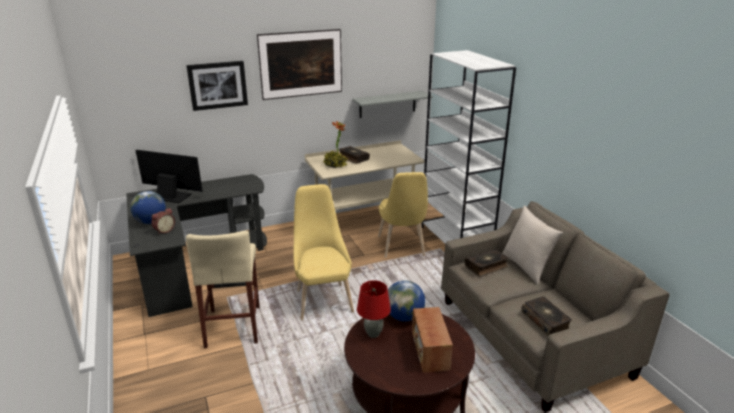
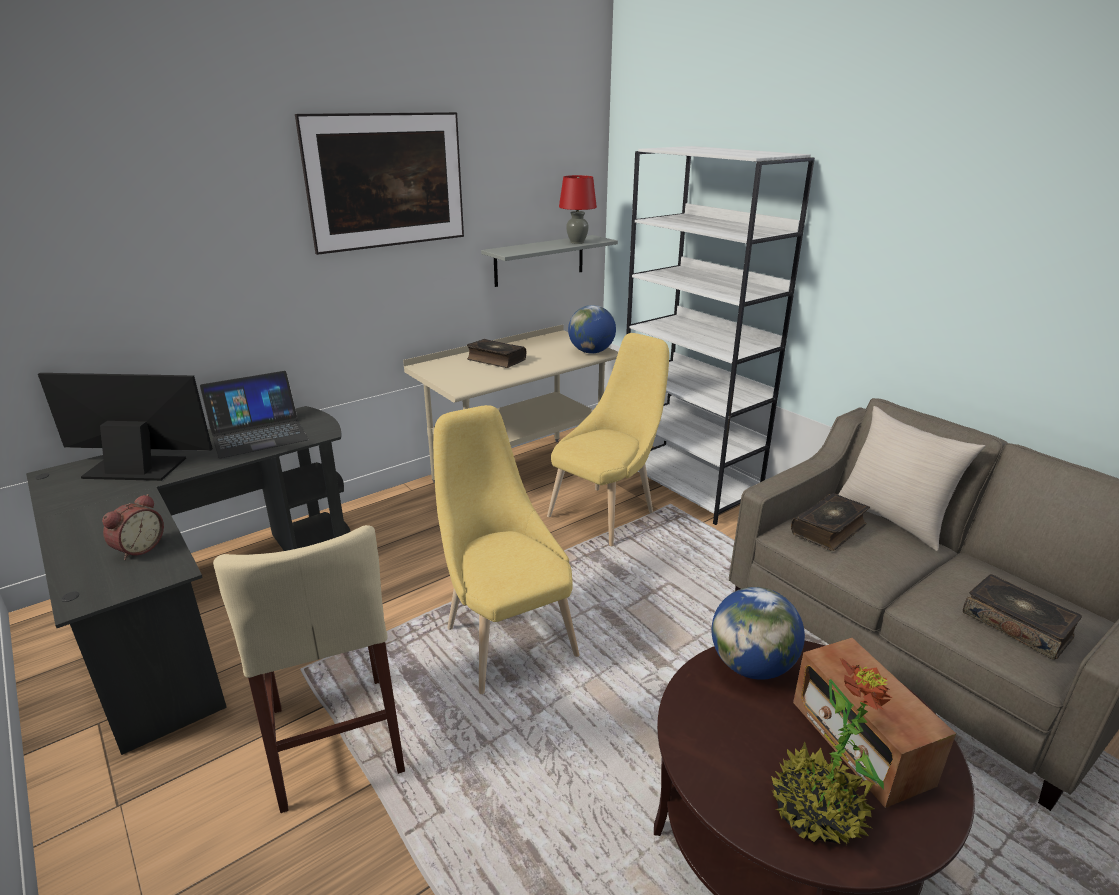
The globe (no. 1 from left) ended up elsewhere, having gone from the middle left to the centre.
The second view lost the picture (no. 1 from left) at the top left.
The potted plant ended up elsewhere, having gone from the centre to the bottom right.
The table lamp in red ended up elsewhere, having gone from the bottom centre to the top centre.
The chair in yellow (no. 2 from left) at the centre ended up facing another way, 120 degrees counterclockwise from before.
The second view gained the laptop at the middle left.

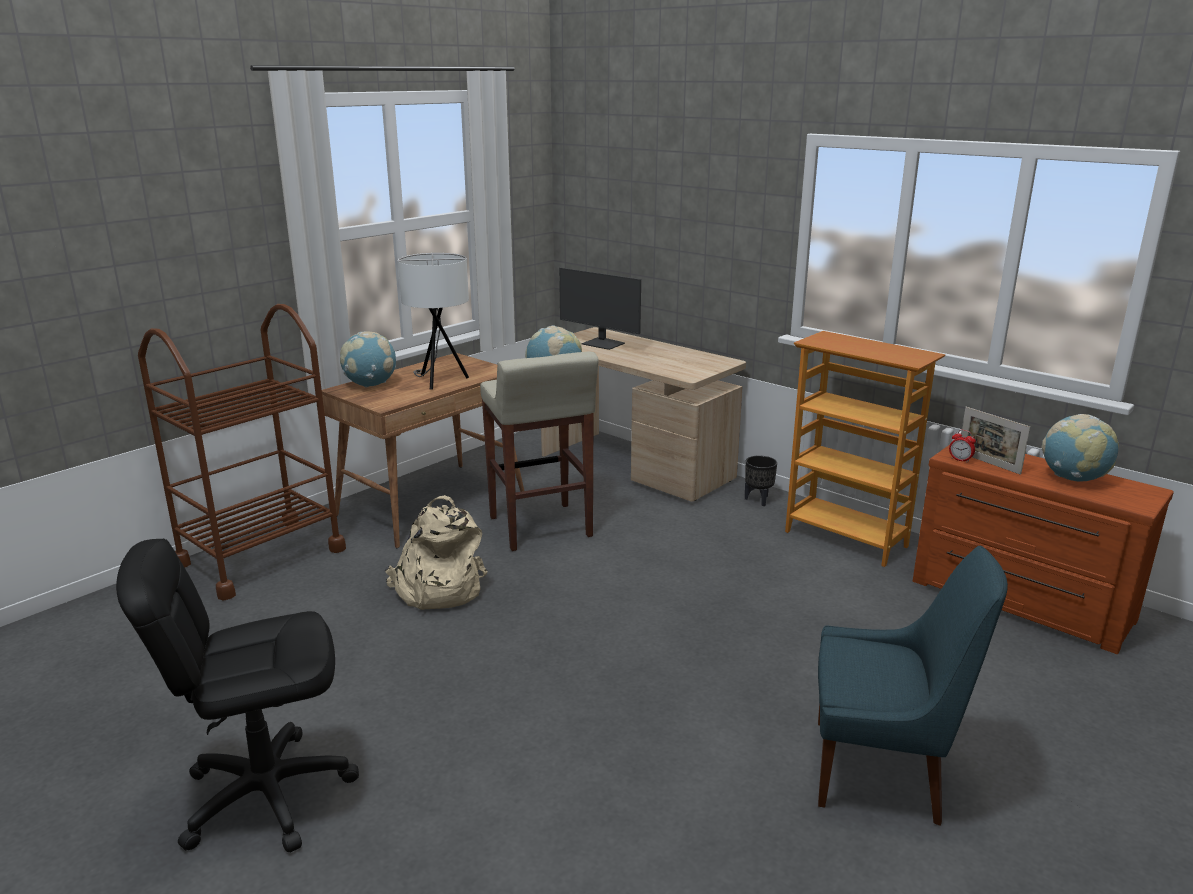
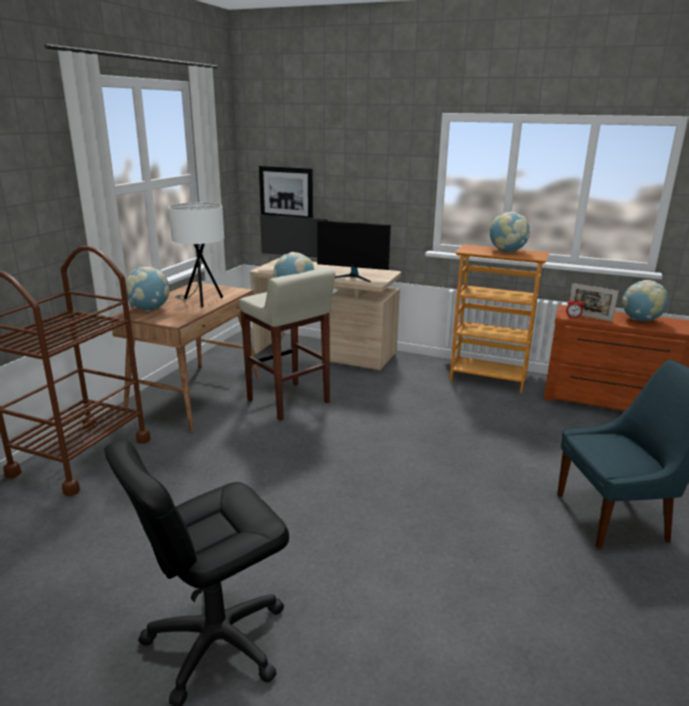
The second view lost the backpack in beige at the centre.
The second view lost the planter in black at the centre.
The second view gained the picture at the top centre.
The second view gained the monitor (no. 2 from left) at the centre.
The second view gained the globe (no. 3 from left) at the top right.

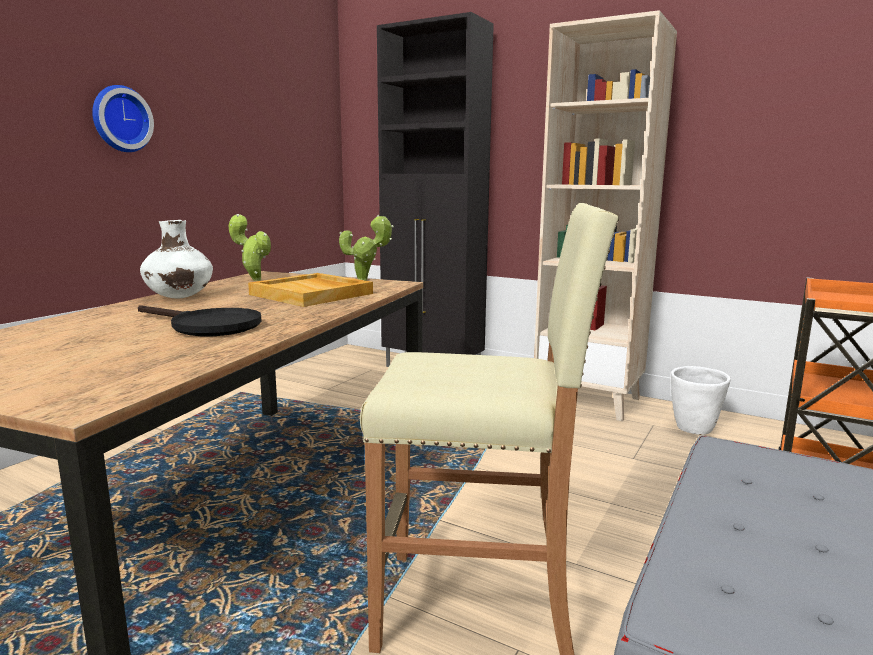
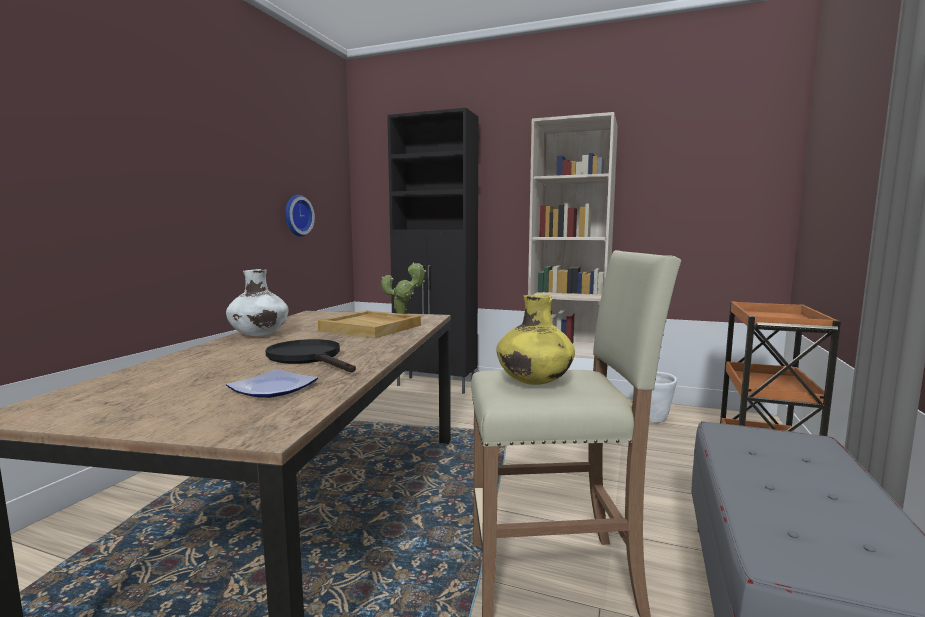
The wall clock ended up elsewhere, having gone from the top left to the middle left.
The frying pan in black at the middle left ended up facing another way, 150 degrees counterclockwise from before.
The second view lost the potted plant (no. 1 from left) at the middle left.
The second view gained the plate at the middle left.
The second view gained the vase in yellow at the centre.

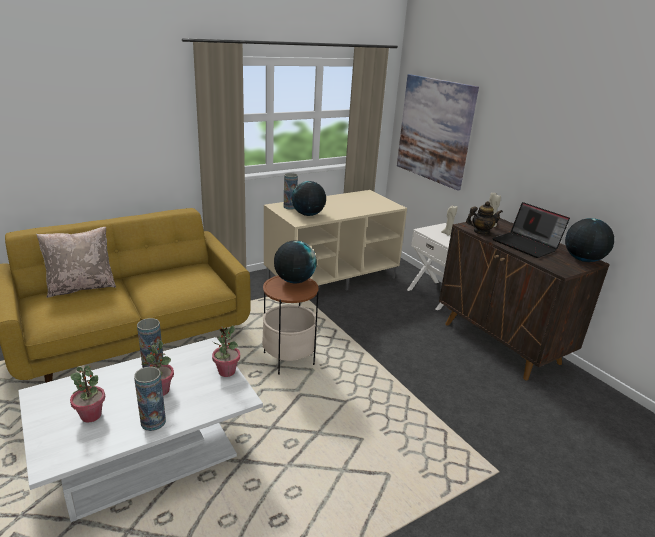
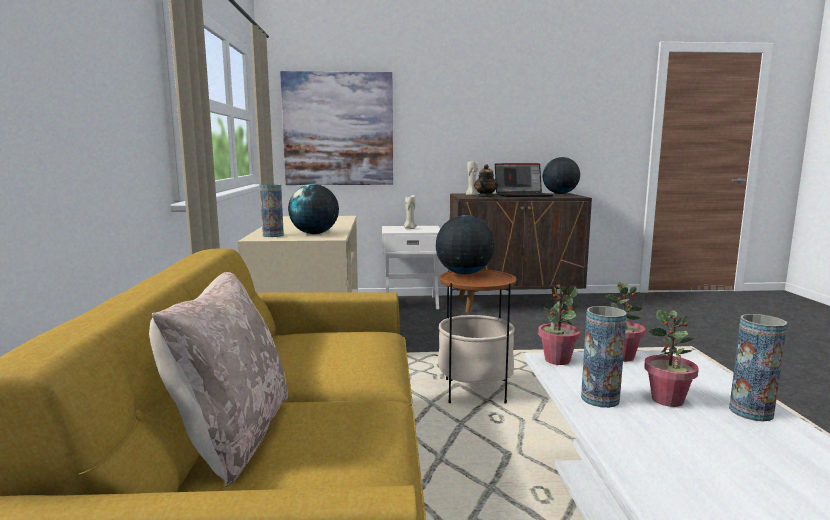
The potted plant (no. 1 from left) ended up elsewhere, having gone from the bottom left to the middle right.

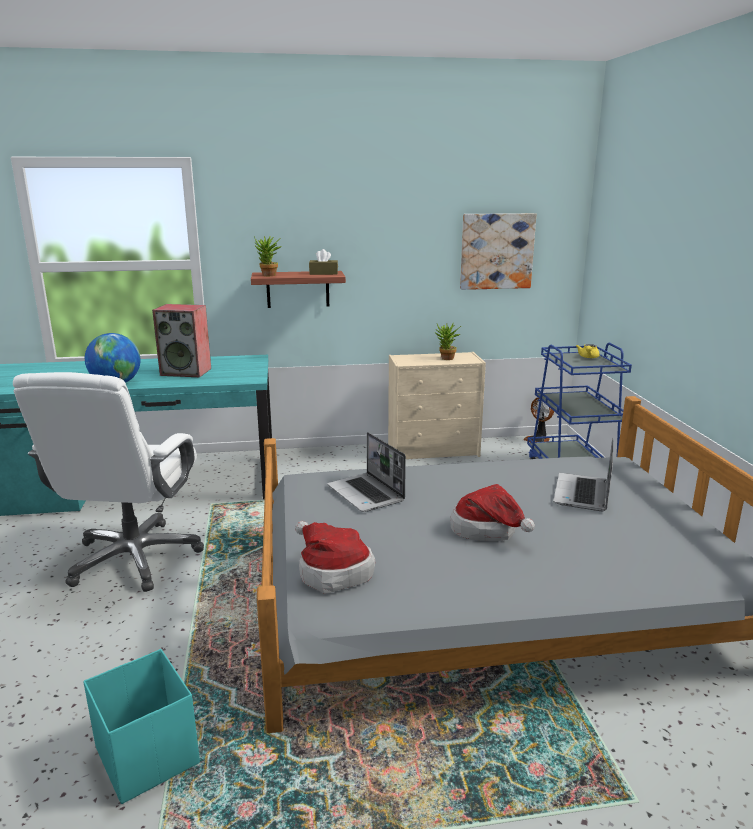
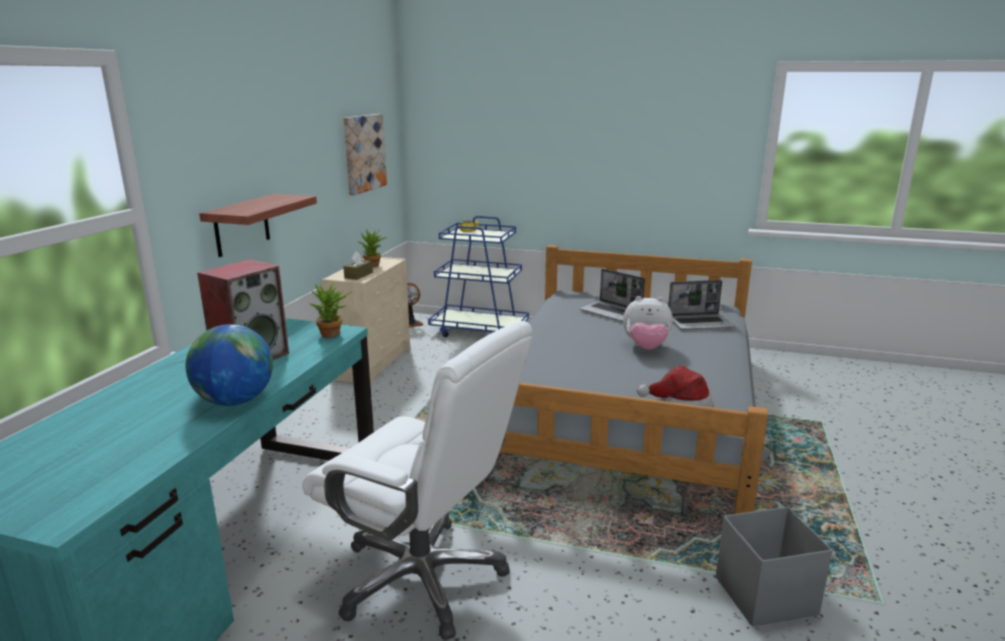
What was the storage box in turquoise at the bottom left turned into the storage box in grey at the bottom right.
The potted plant (no. 1 from left) ended up elsewhere, having gone from the top centre to the middle left.
The tissue box in brown ended up elsewhere, having gone from the top centre to the centre.
The laptop (no. 1 from left in the first image) ended up elsewhere, having gone from the centre to the middle right.
Where the hat (no. 2 from left) stood at the centre, the plush toy came to stand at the centre.

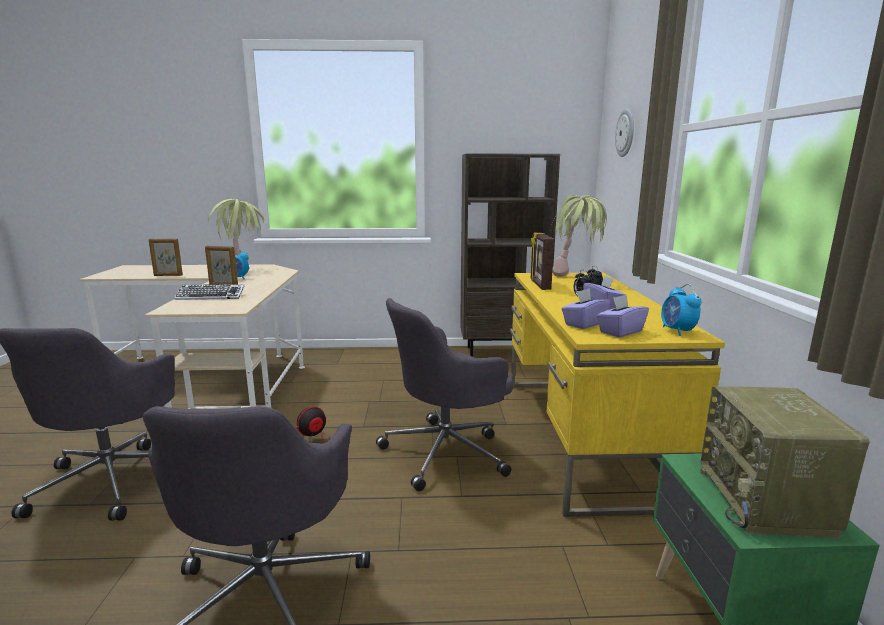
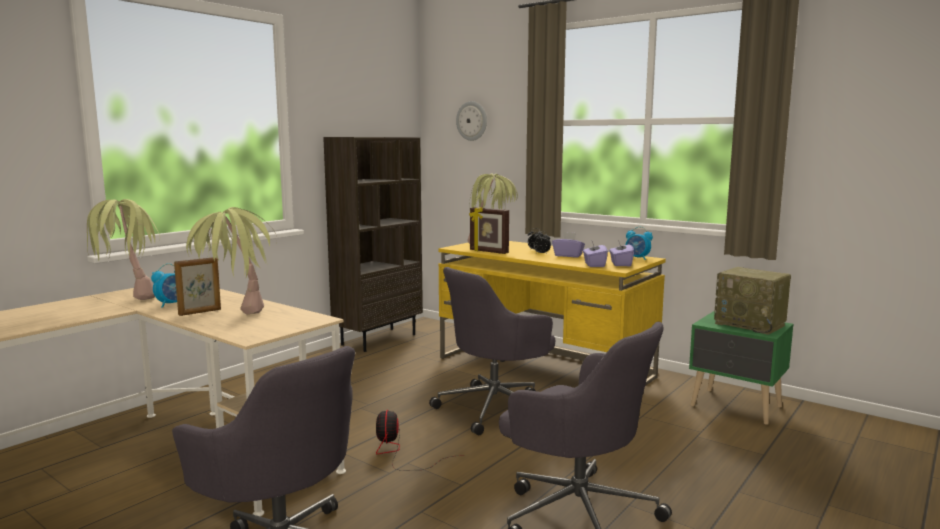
The second view lost the picture frame (no. 1 from left) at the middle left.
Where the keyboard stood at the middle left, the potted plant (no. 2 from left) came to stand at the middle left.
The office chair in grey (no. 3 from left in the first image) at the centre ended up facing another way, 45 degrees clockwise from before.

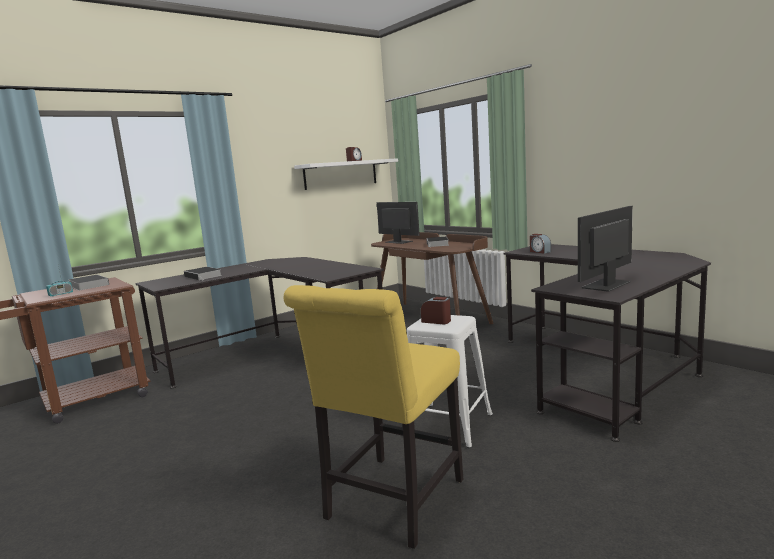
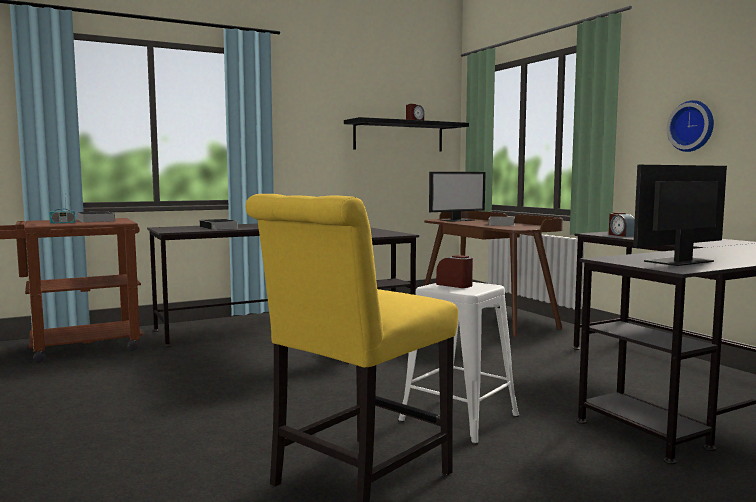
What was the shelf in white at the top centre turned into the shelf in black at the top centre.
The monitor (no. 1 from left) at the centre ended up facing another way, 90 degrees clockwise from before.
The second view gained the wall clock at the top right.

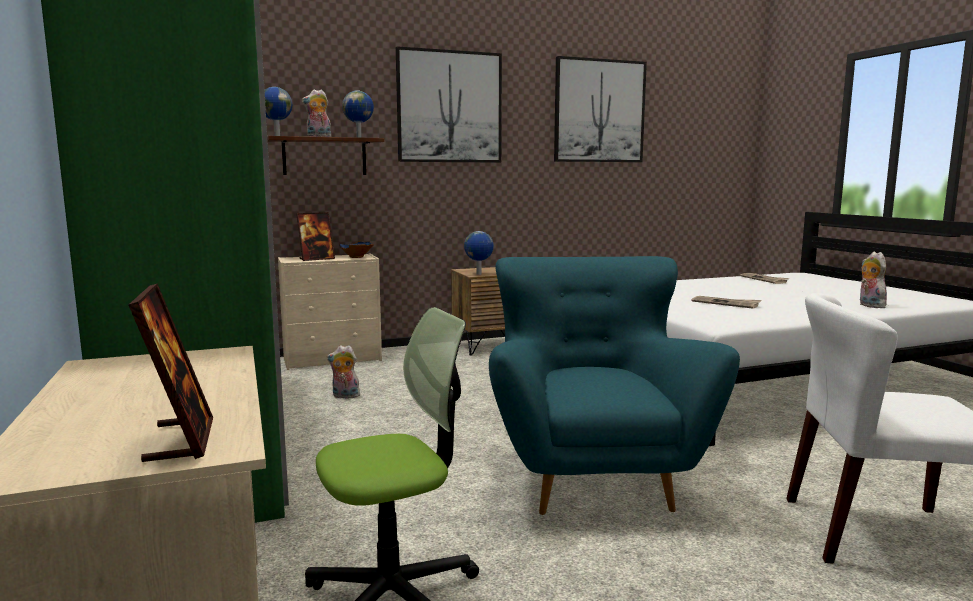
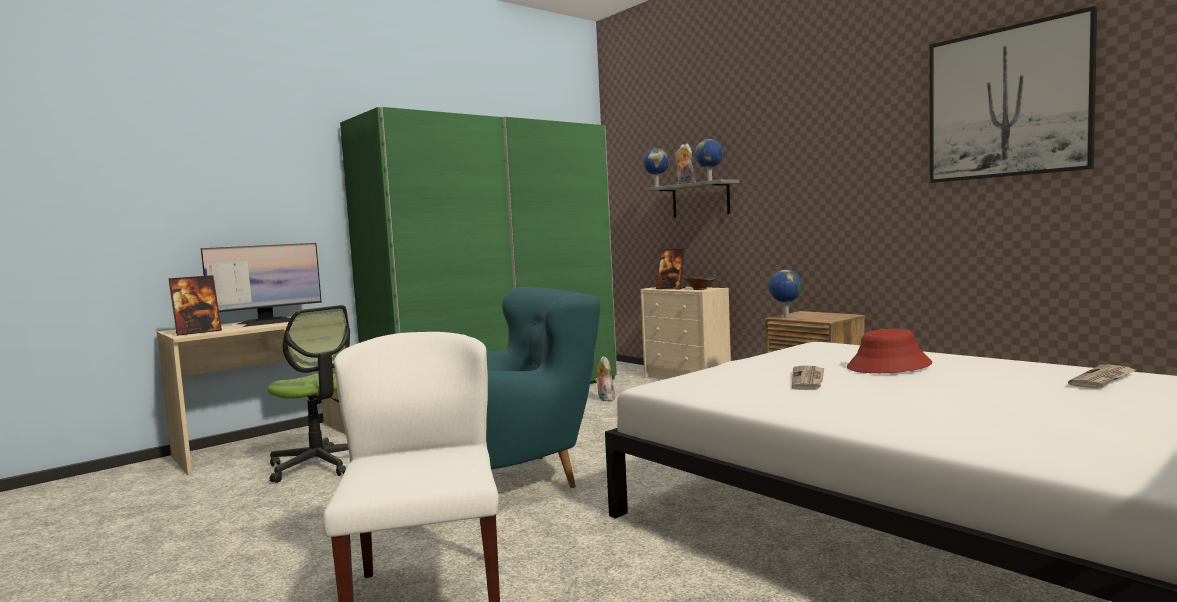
What was the shelf in brown at the top centre turned into the shelf in grey at the top centre.
The second view lost the picture (no. 1 from left) at the top centre.
The second view lost the plush toy (no. 3 from left) at the middle right.
The second view gained the monitor at the middle left.
The second view gained the hat in red at the middle right.

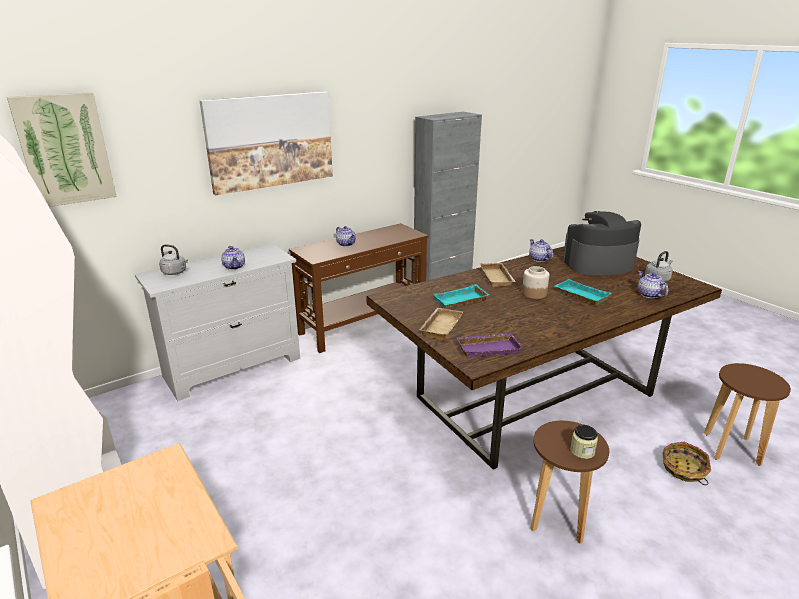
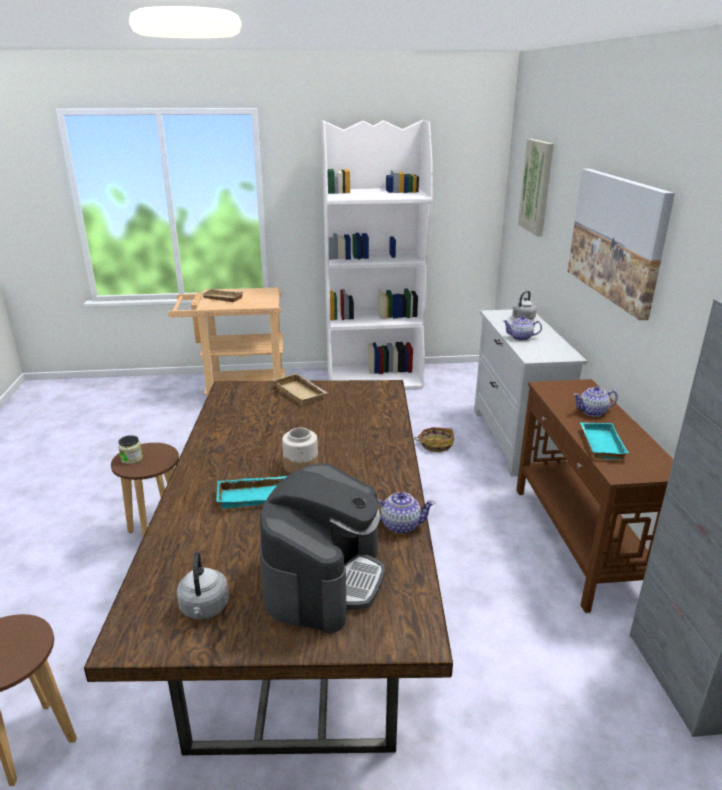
The tray in turquoise (no. 1 from left in the first image) ended up elsewhere, having gone from the centre to the middle right.
The second view lost the tray in purple at the centre.
The tray in beige (no. 2 from left in the first image) ended up elsewhere, having gone from the centre to the middle left.
The second view lost the teapot (no. 4 from left) at the middle right.
The basket ended up elsewhere, having gone from the bottom right to the centre.

